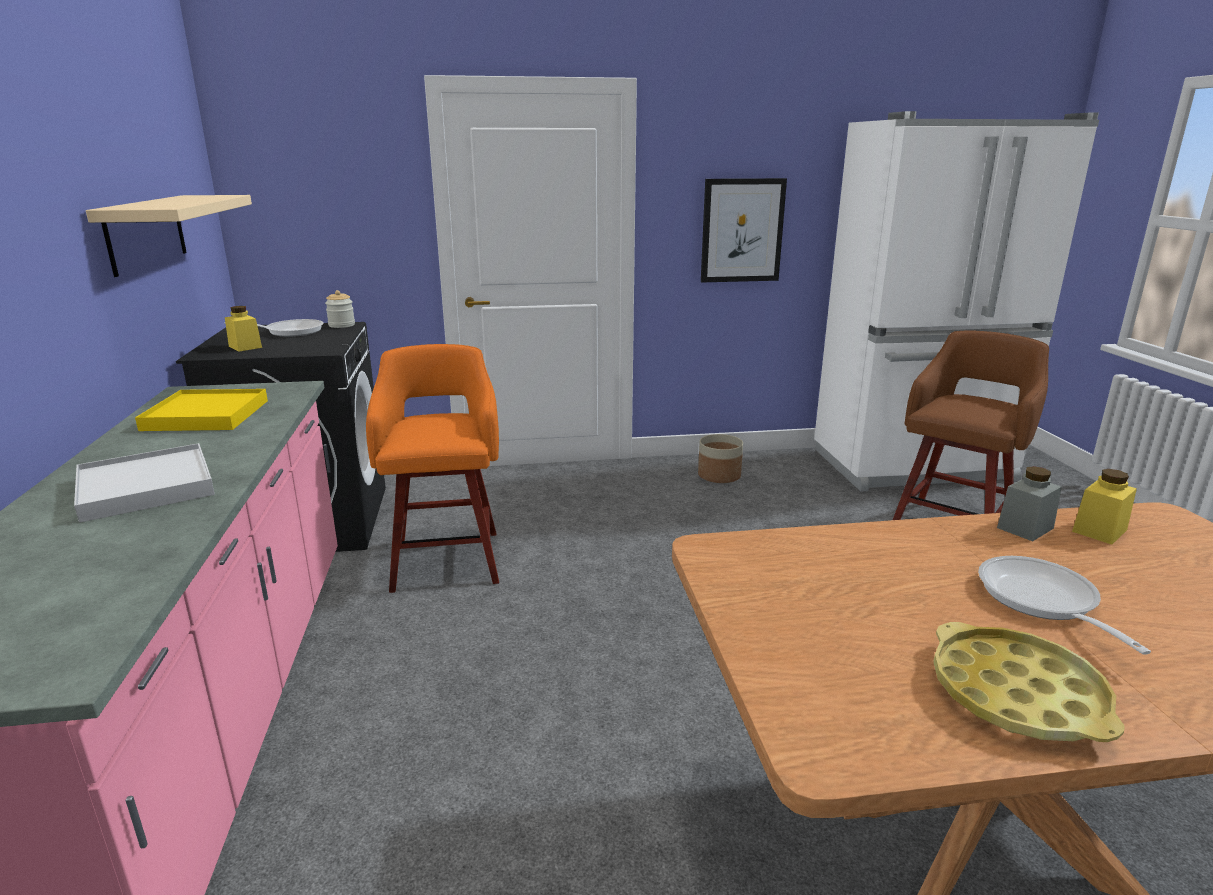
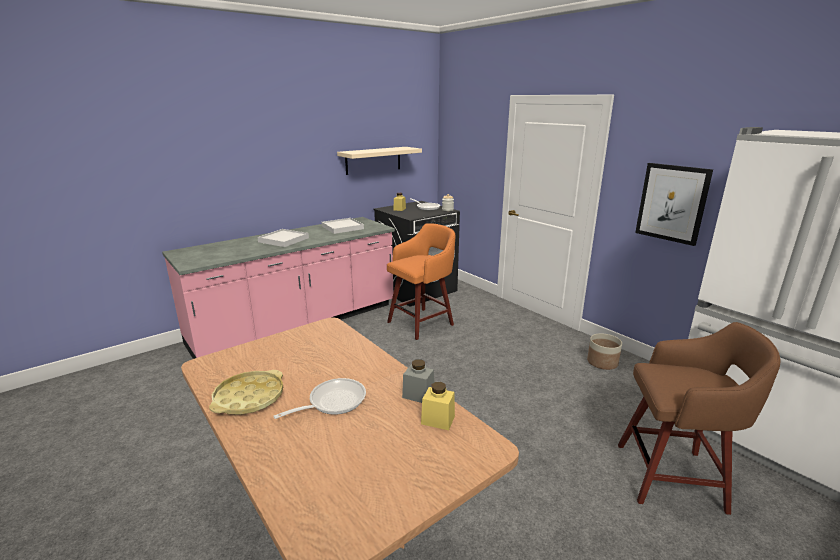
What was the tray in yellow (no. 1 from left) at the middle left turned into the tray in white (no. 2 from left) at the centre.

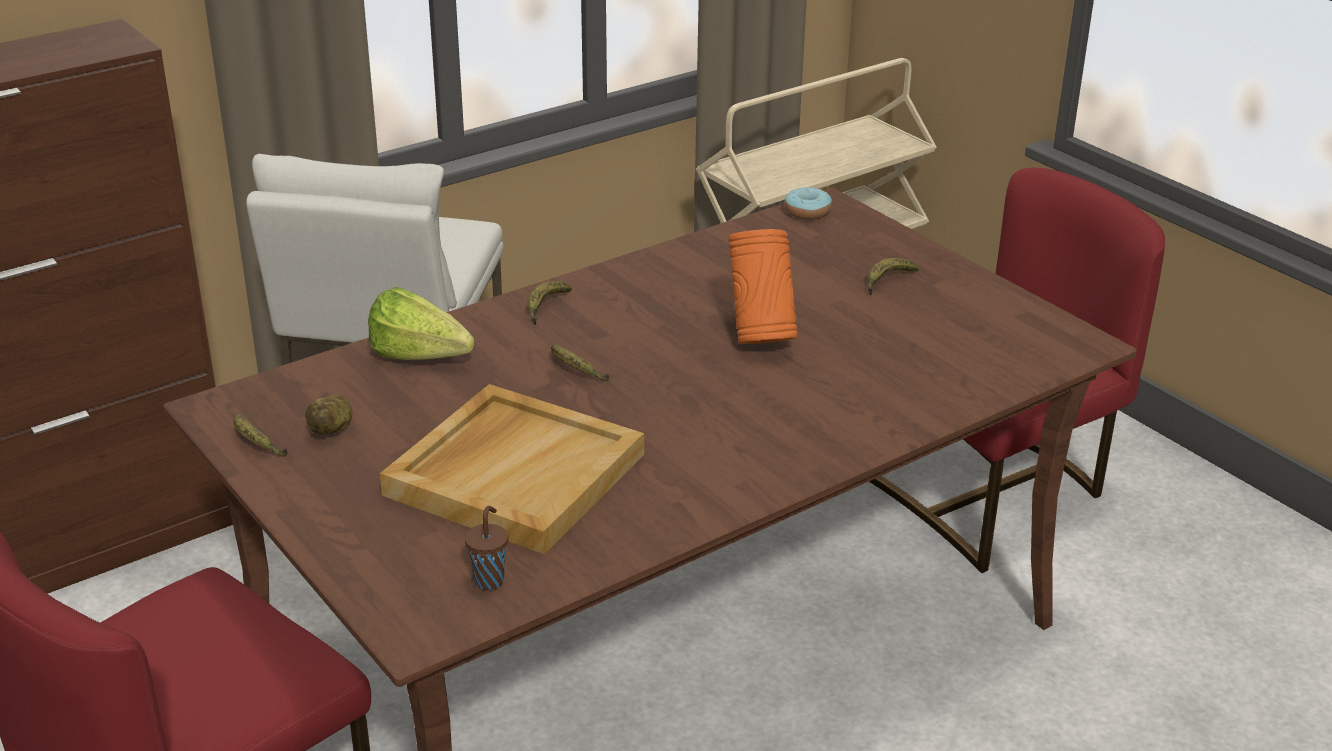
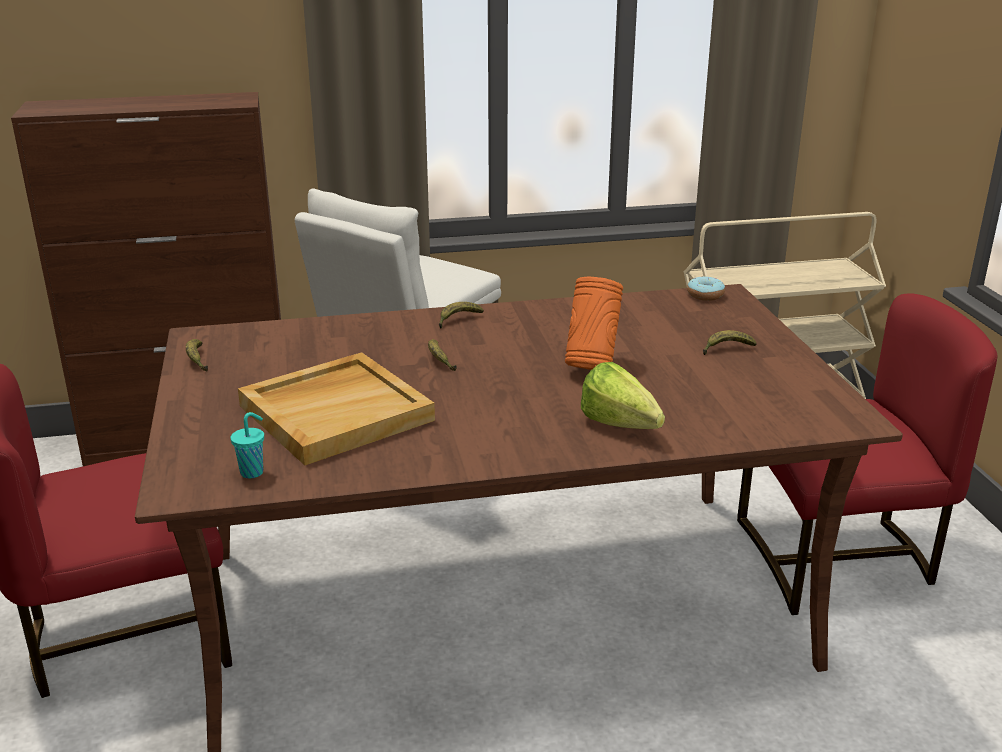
The second view lost the potato at the middle left.
The lettuce ended up elsewhere, having gone from the middle left to the centre.
What was the cup in brown at the bottom centre turned into the cup in turquoise at the middle left.

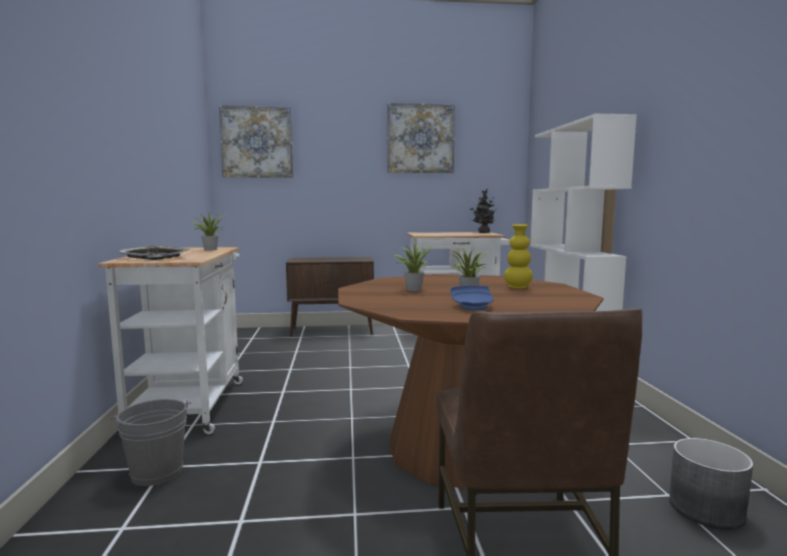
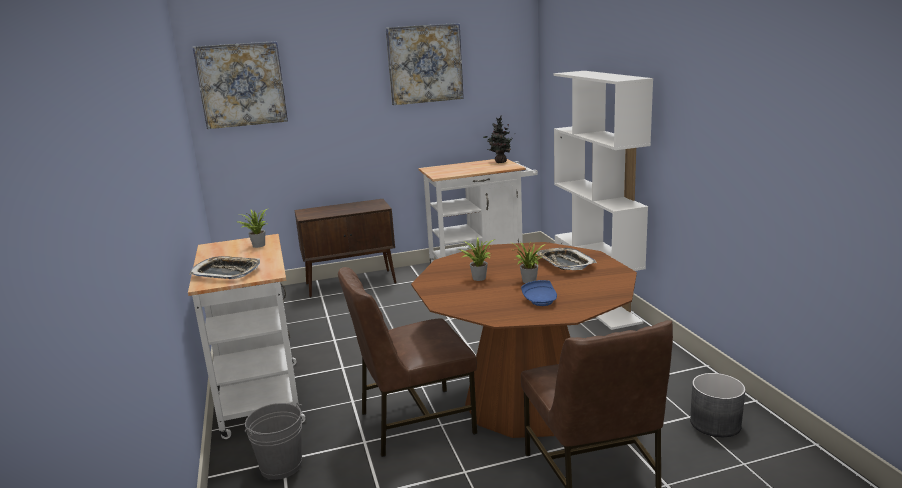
Where the vase in yellow stood at the centre, the tray (no. 2 from left) came to stand at the centre.
The second view gained the chair in brown (no. 1 from left) at the bottom centre.

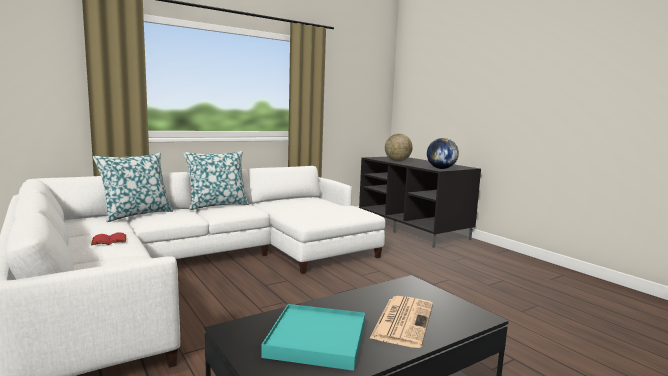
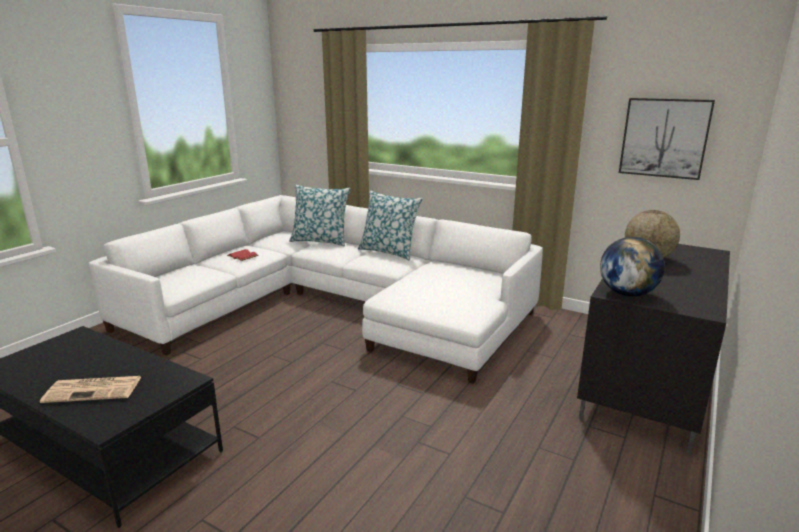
The second view lost the tray in turquoise at the bottom centre.
The second view gained the picture at the top right.

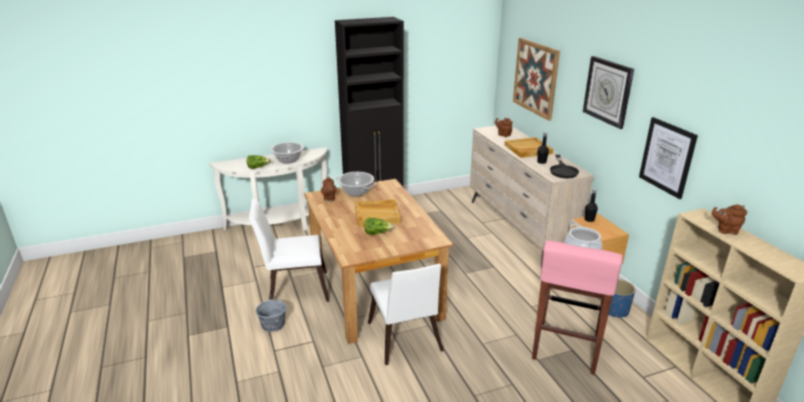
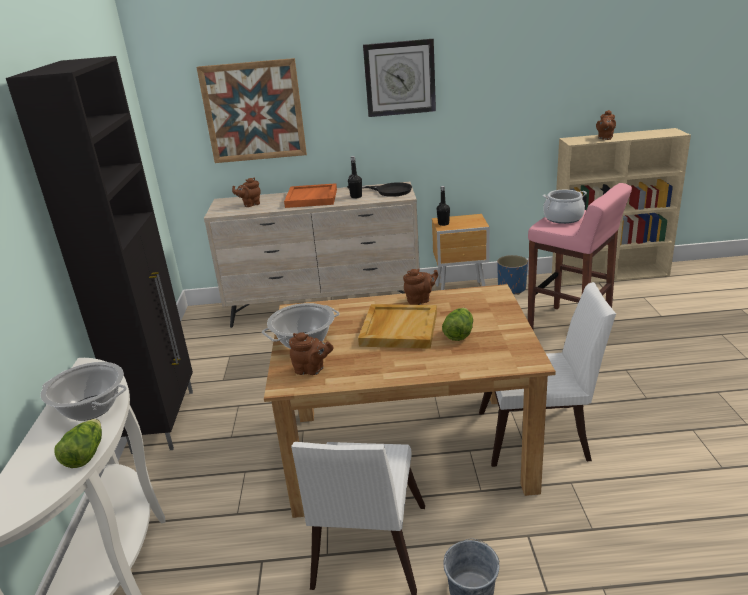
What was the tray in beige (no. 2 from left) at the centre turned into the tray in orange at the top centre.
The second view lost the picture (no. 2 from left) at the middle right.
The second view gained the teapot in brown (no. 3 from left) at the centre.

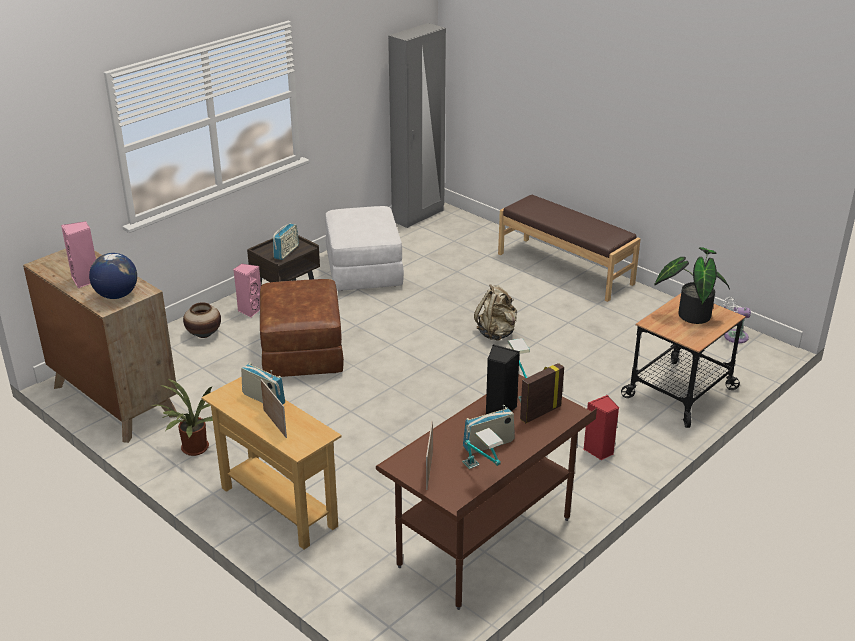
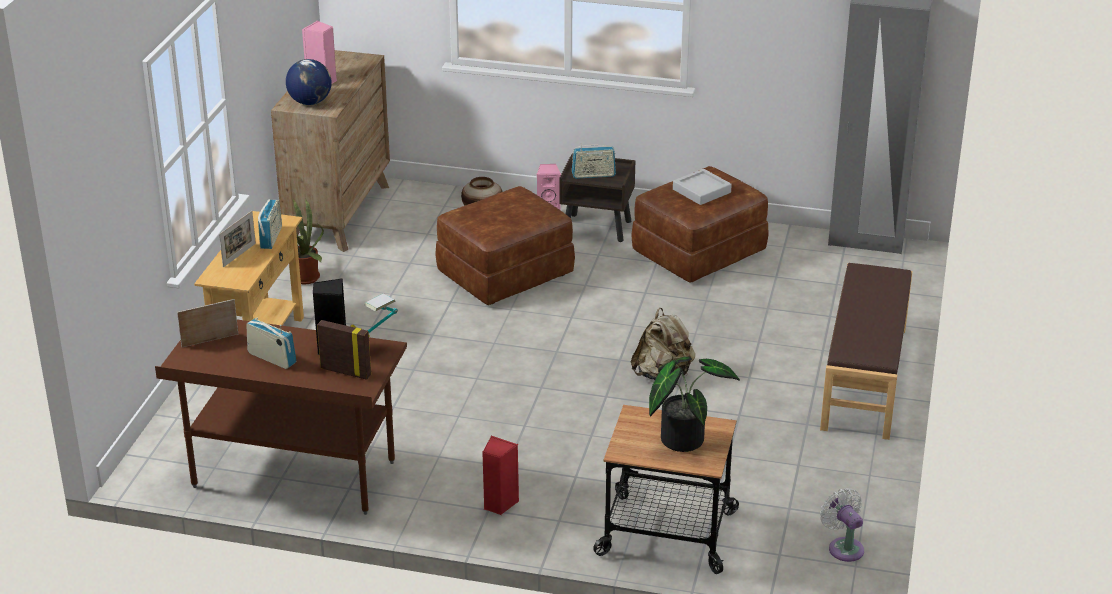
What was the ottoman in white at the centre turned into the ottoman in brown (no. 2 from left) at the centre.
The second view lost the table lamp (no. 1 from left) at the bottom centre.
The second view gained the tray in grey at the top centre.

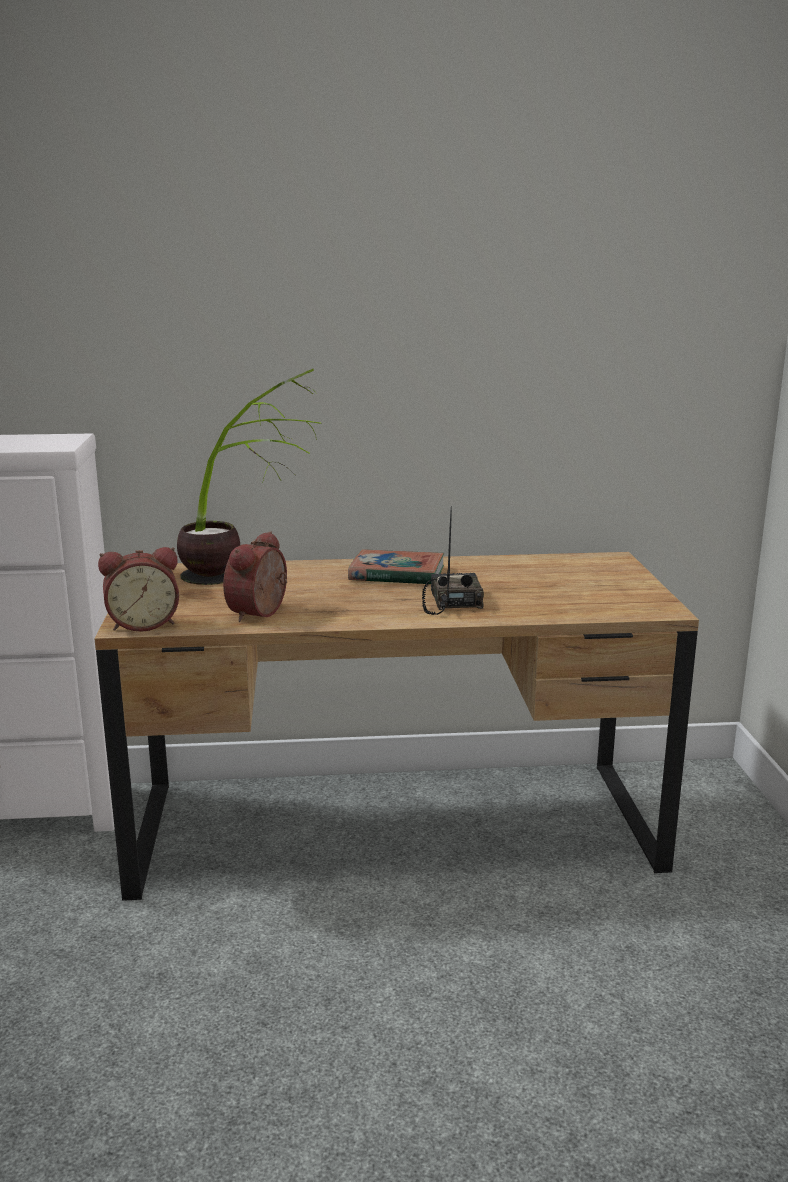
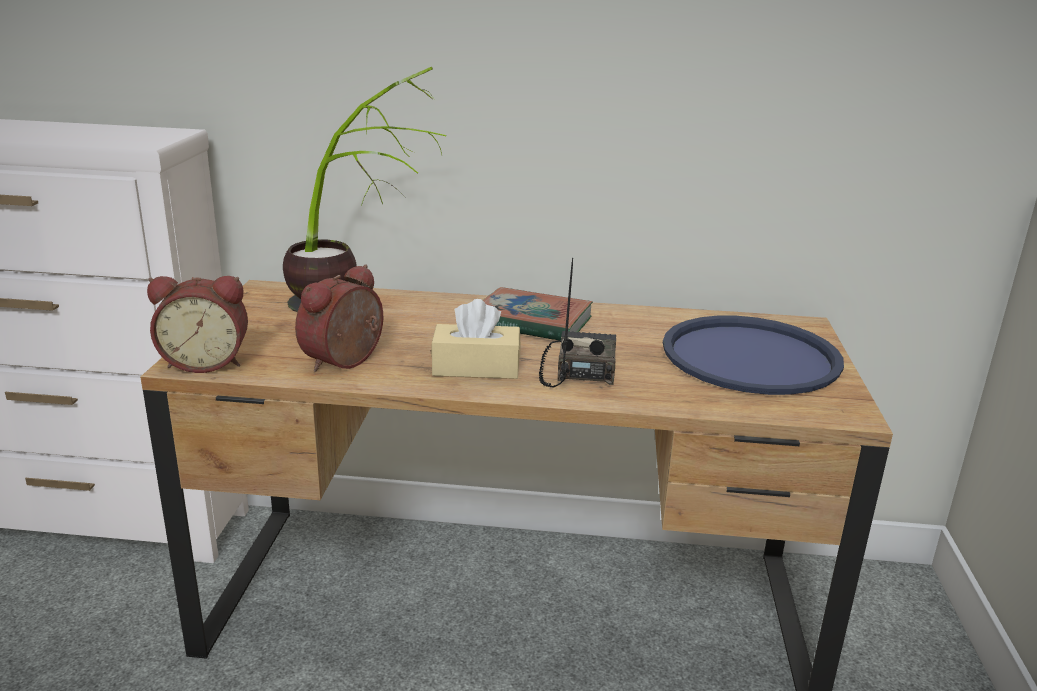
The second view gained the tissue box in beige at the centre.
The second view gained the tray in blue at the middle right.

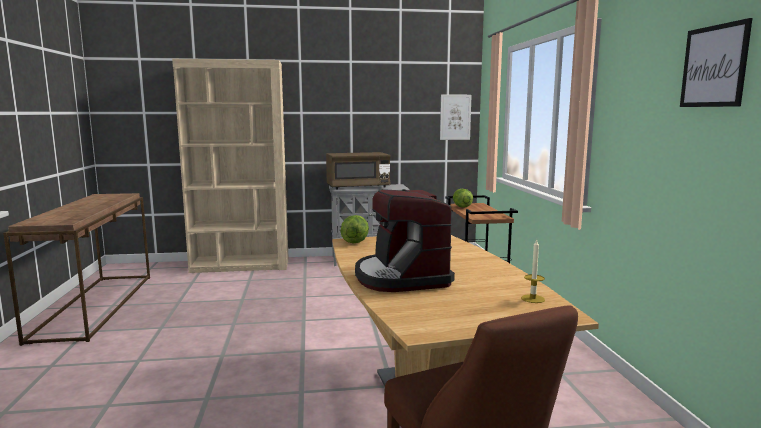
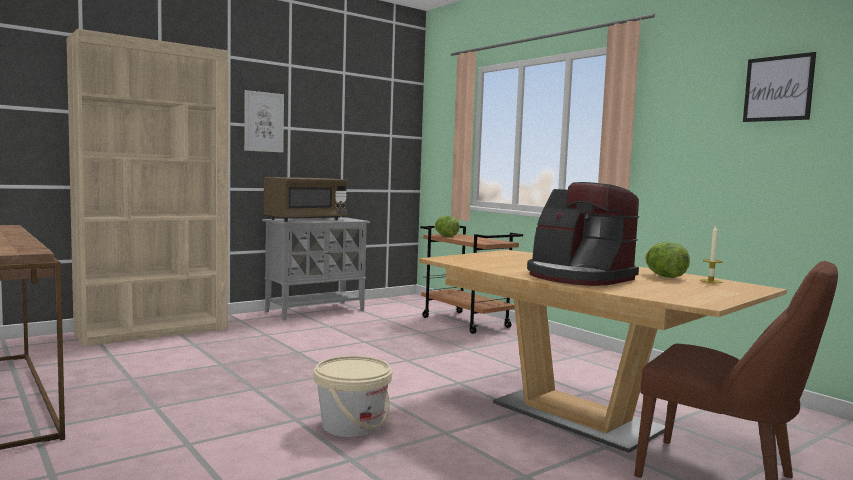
The lettuce (no. 1 from left in the first image) ended up elsewhere, having gone from the centre to the middle right.
The picture (no. 1 from left) ended up elsewhere, having gone from the top centre to the top left.
The second view gained the bucket in beige at the bottom centre.

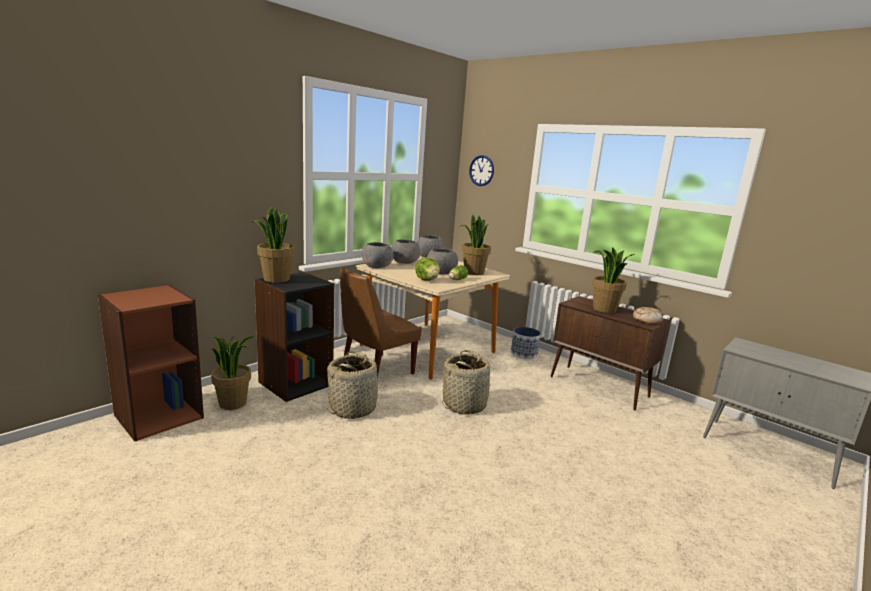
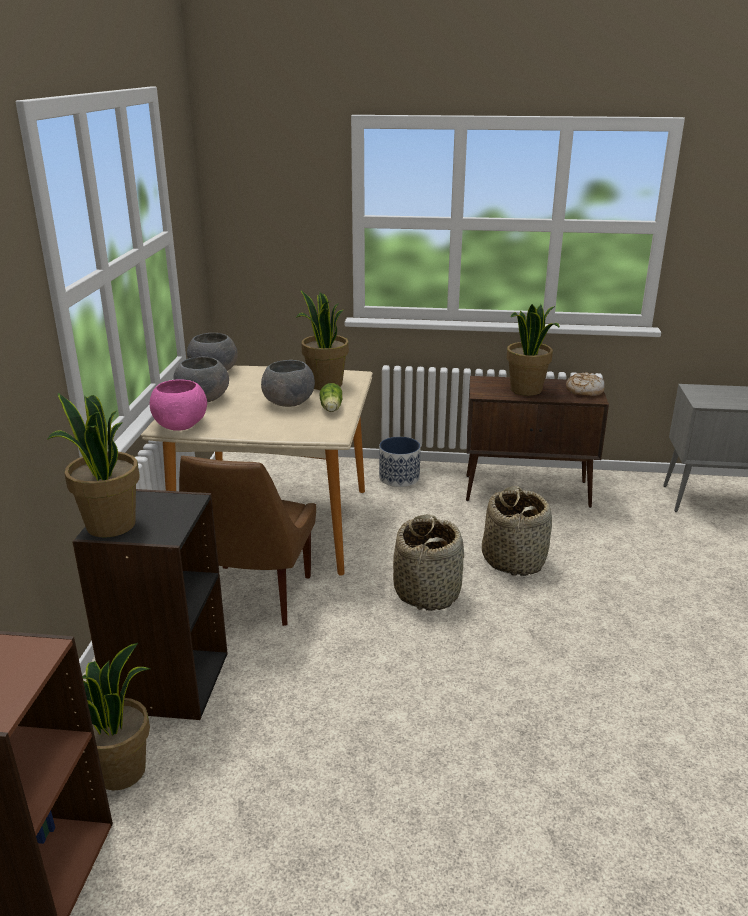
The basket (no. 1 from left in the first image) ended up elsewhere, having gone from the centre to the middle right.
What was the bowl in grey (no. 1 from left) at the centre turned into the bowl in pink at the middle left.
The second view lost the lettuce (no. 1 from left) at the centre.
The second view lost the wall clock at the top centre.

